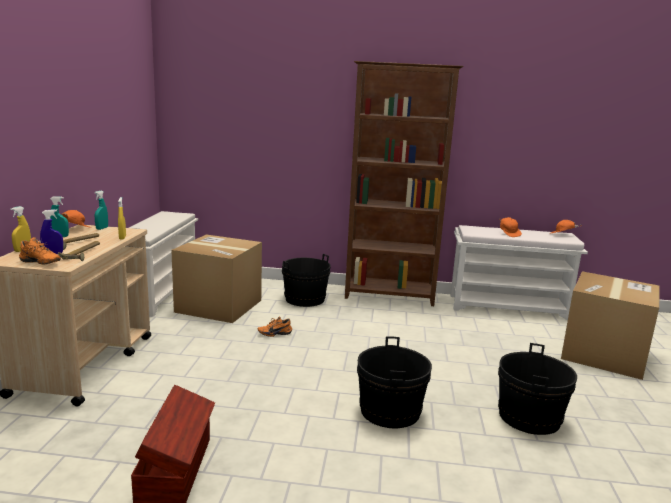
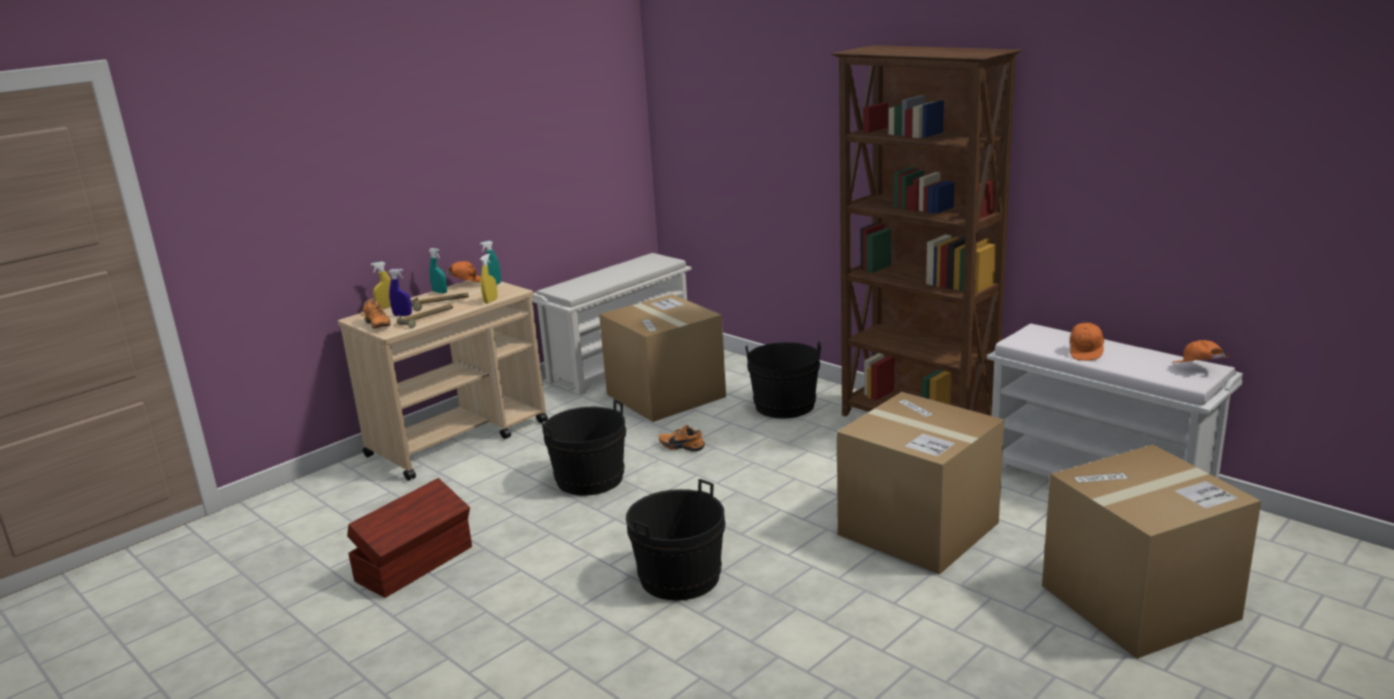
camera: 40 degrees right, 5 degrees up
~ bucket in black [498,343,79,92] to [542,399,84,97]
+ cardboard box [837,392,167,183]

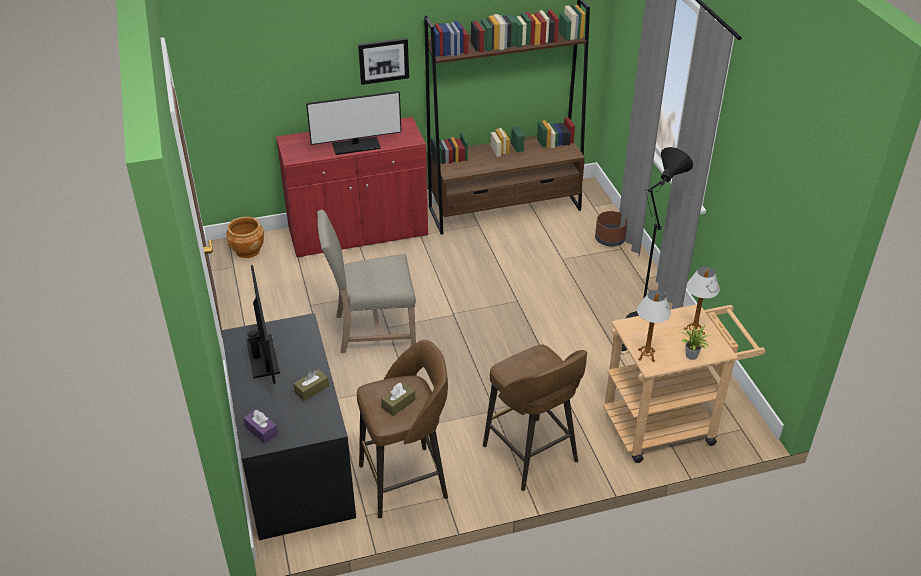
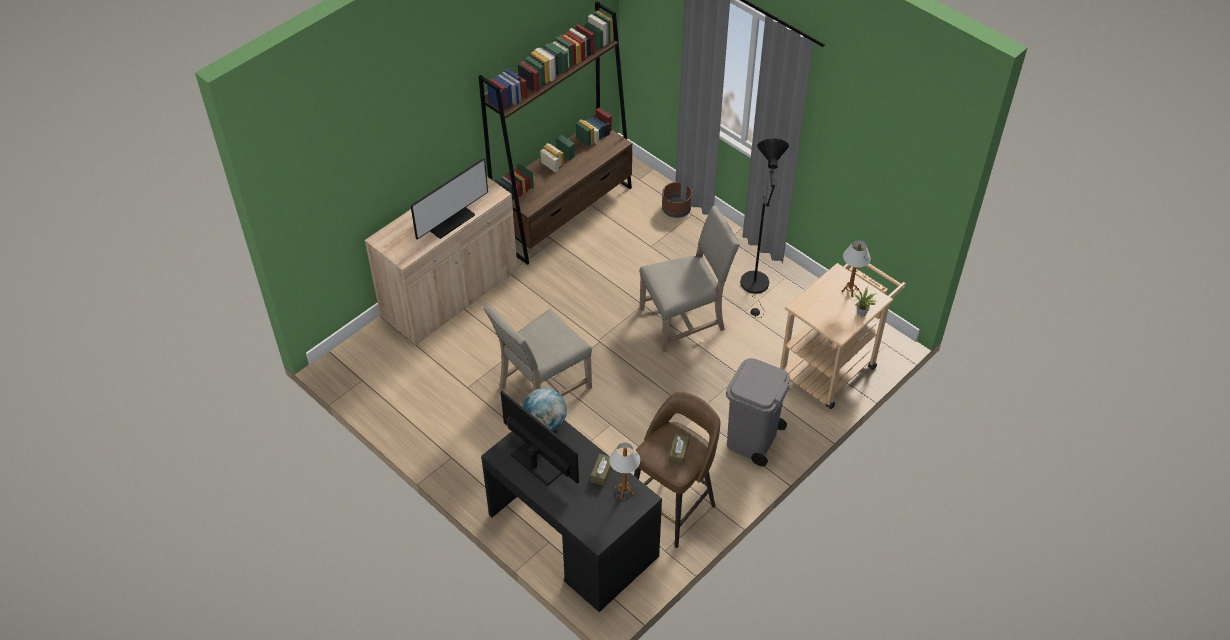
camera: 30 degrees left, 10 degrees up
~ cabinet in red [276,117,152,141] to cabinet in beige [365,177,153,168]
+ globe [523,388,44,43]
~ table lamp [637,290,34,72] to [609,443,31,56]
+ chair in beige [639,206,101,147]
~ stool in brown [483,344,104,147] to trash can in grey [726,358,64,108]
- planter in brown [226,217,38,41]
- tissue box in purple [243,409,35,35]
- picture [358,38,51,47]

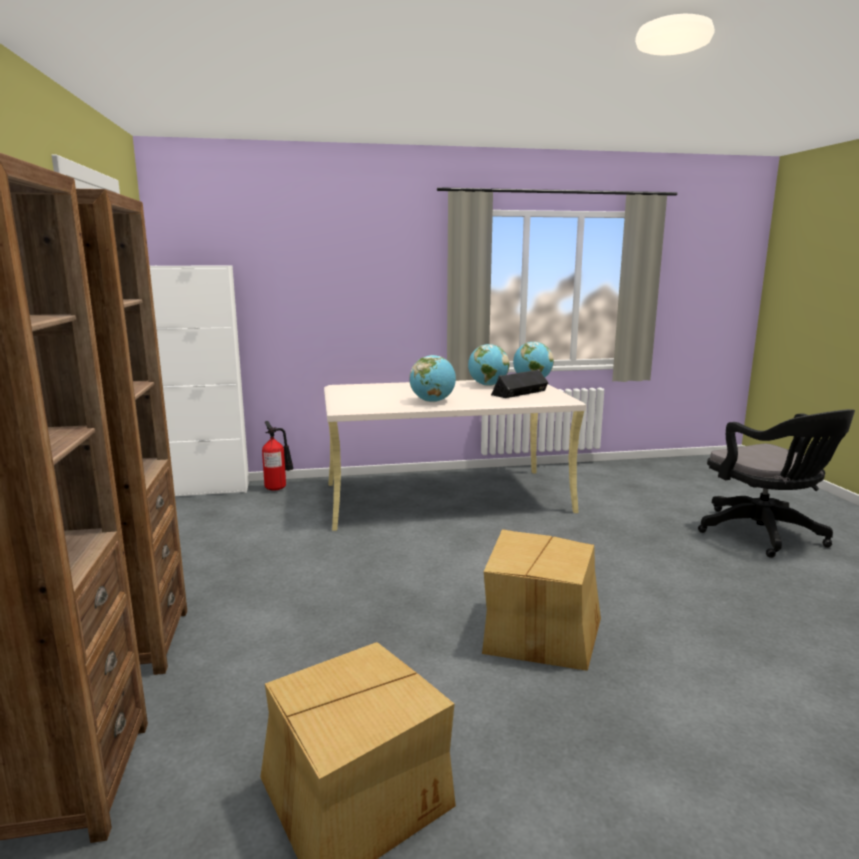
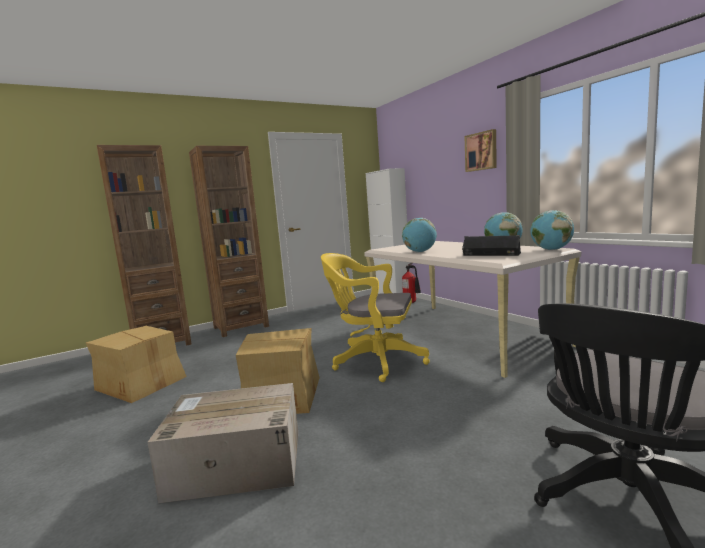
camera: 70 degrees right, 5 degrees down
+ cardboard box [147,383,151,120]
+ office chair in yellow [321,253,109,129]
+ picture [464,129,33,43]

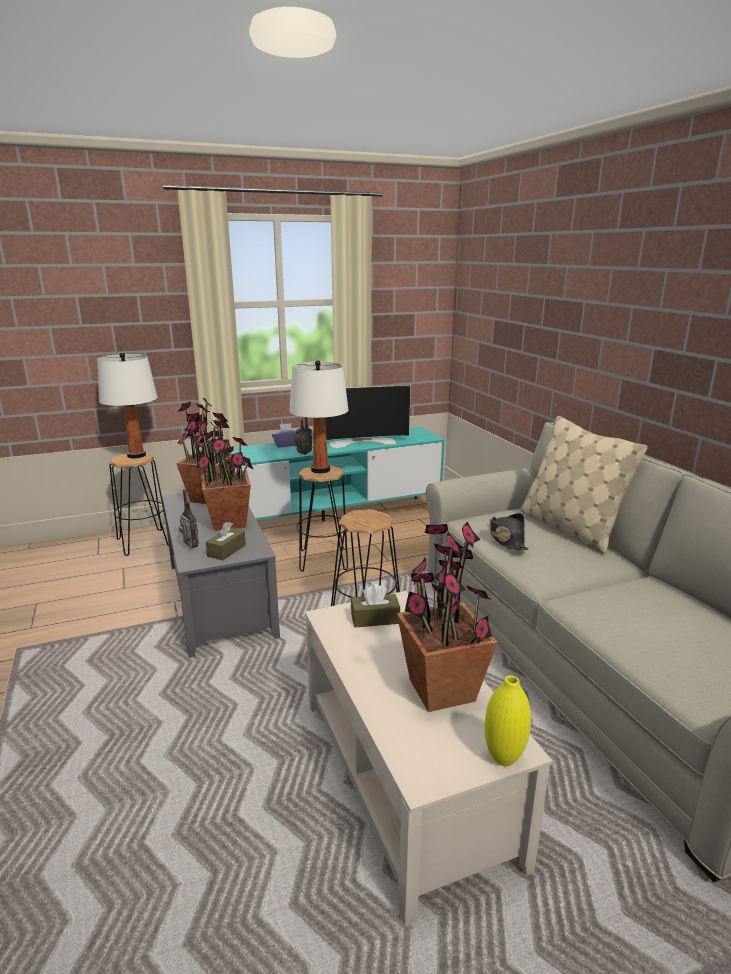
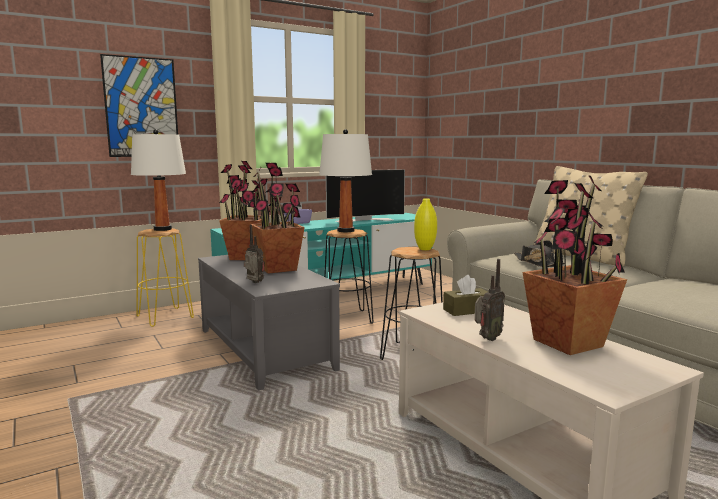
camera: 10 degrees left, 10 degrees down
+ picture [100,54,78,103]
~ stool in black [109,453,60,103] to stool in yellow [137,228,57,99]
~ vase in yellow [485,675,46,91] to [414,198,23,52]
~ radio [294,417,19,38] to [474,259,31,82]
- tissue box in brown [206,522,40,38]

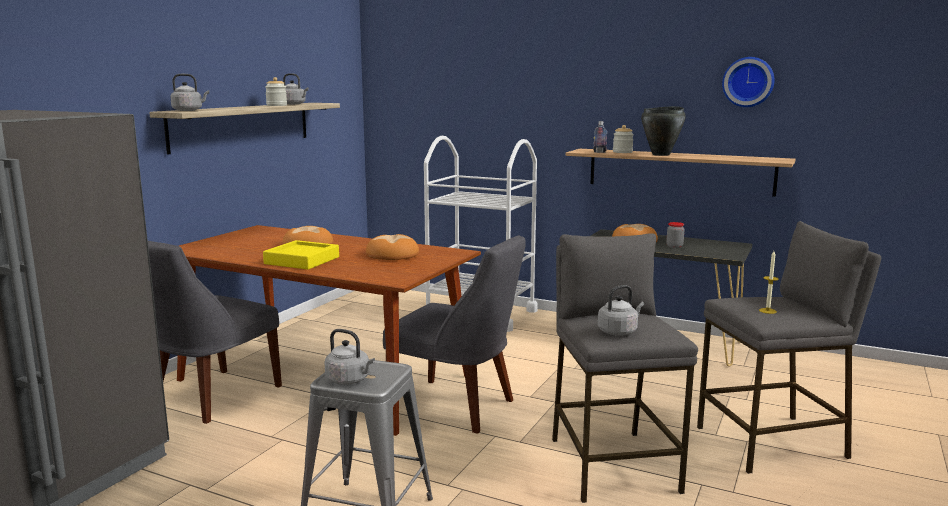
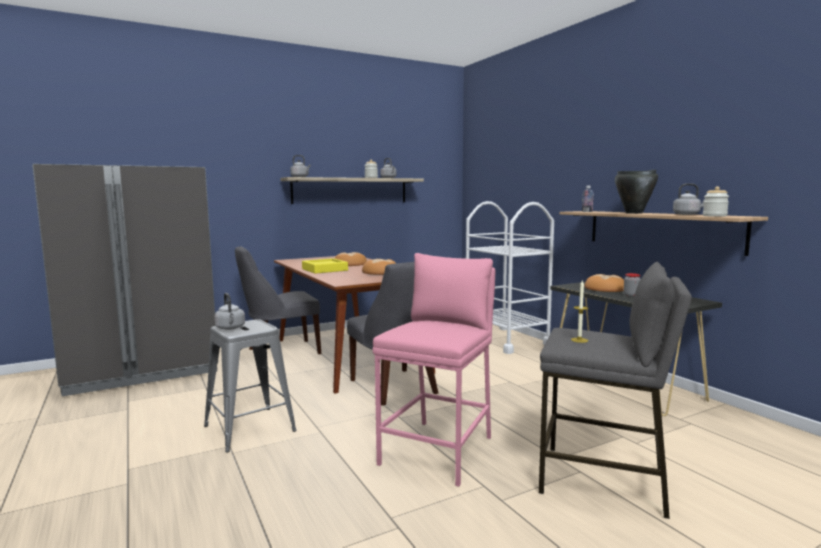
camera: 35 degrees right, 5 degrees down
~ stool in grey [552,233,146,270] to stool in pink [373,253,122,234]
~ kettle in grey [598,285,46,50] to [673,183,32,32]
~ jar [613,125,21,28] to [703,186,26,31]
- wall clock [722,57,52,50]

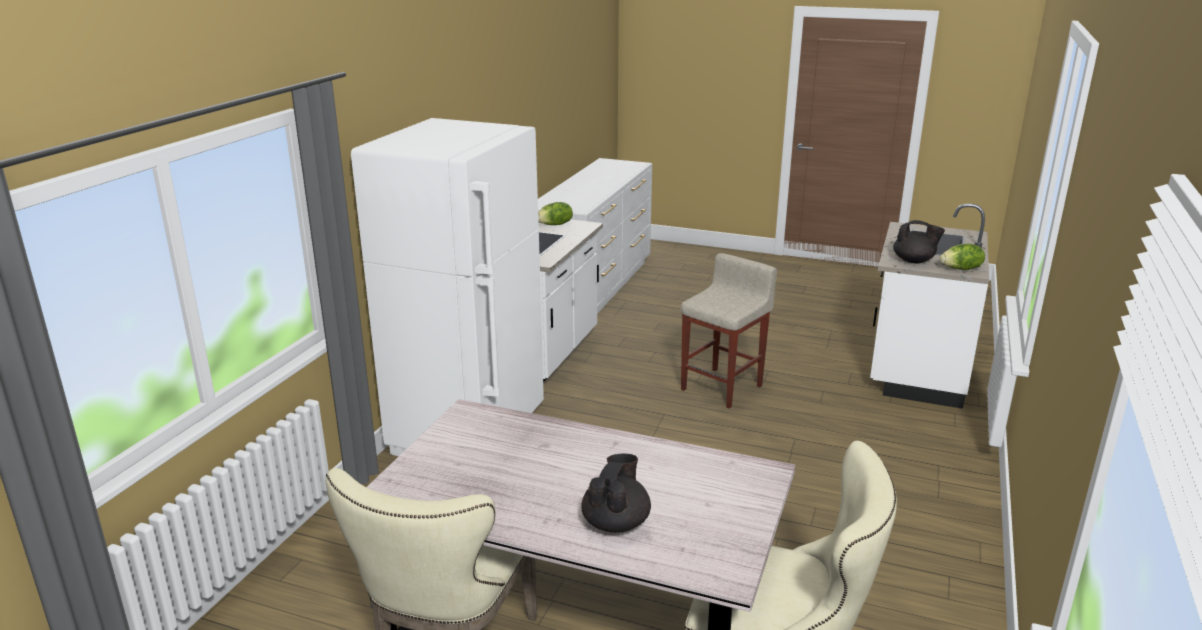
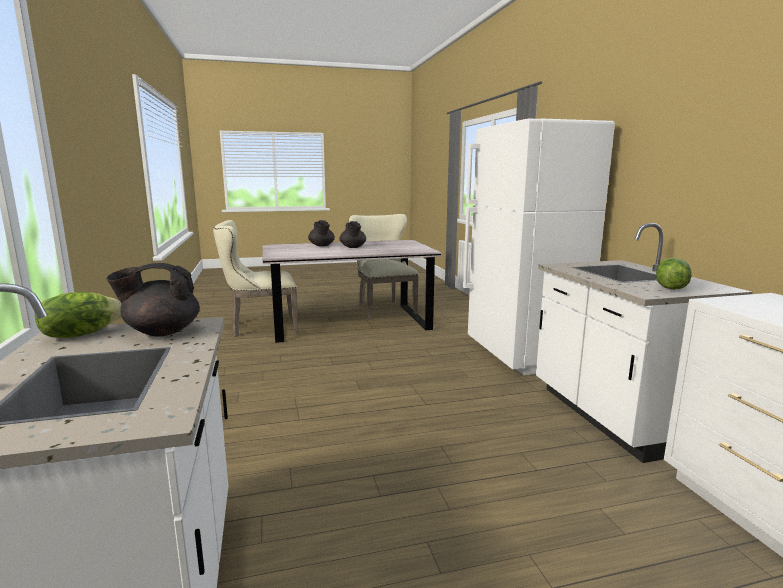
camera: 145 degrees right, 10 degrees down
+ teapot in black [339,221,27,27]
- stool in beige [681,253,96,155]

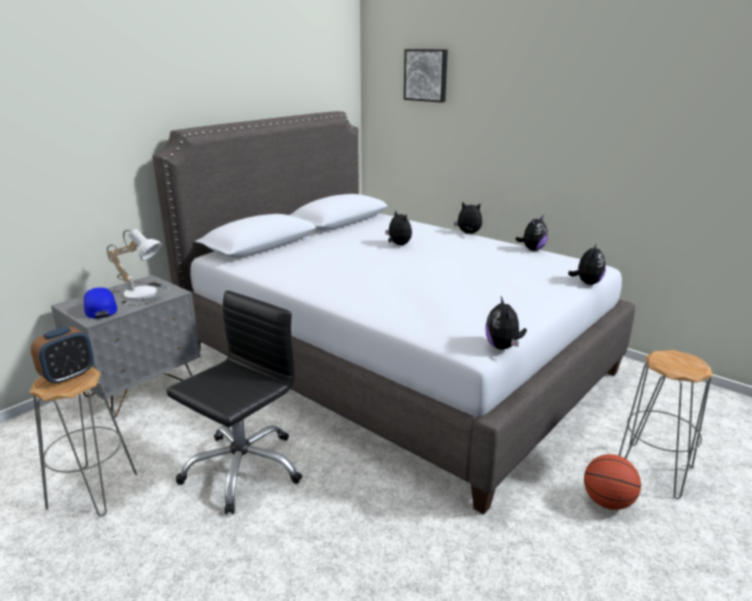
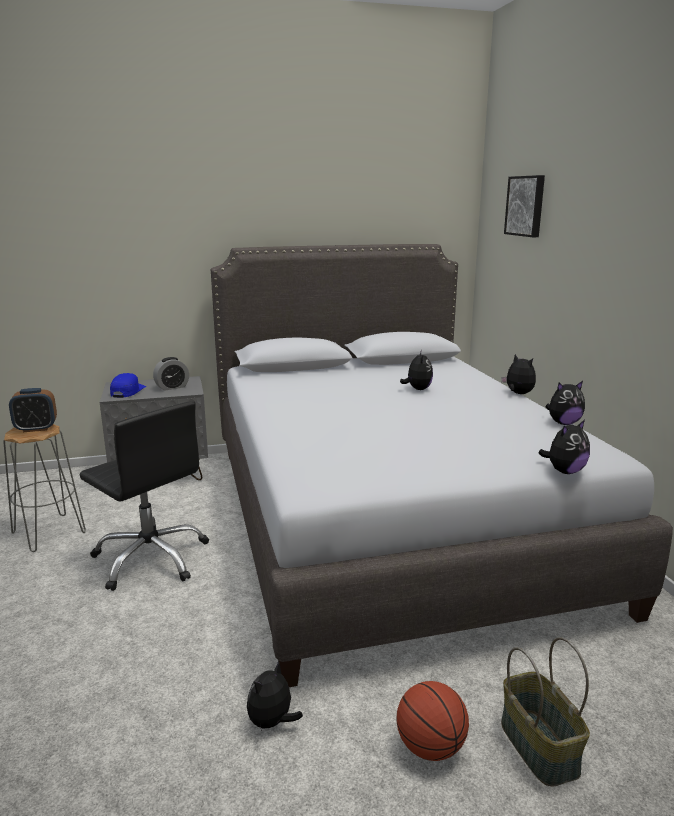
camera: 35 degrees right, 5 degrees down
~ office chair in black [166,290,136,224] = [80,401,129,190] 60 degrees clockwise
~ table lamp [107,229,63,76] to alarm clock [153,357,36,34]
~ plush toy [485,296,42,54] to [247,660,56,71]
~ stool in grey [618,350,95,149] to basket [501,637,89,150]

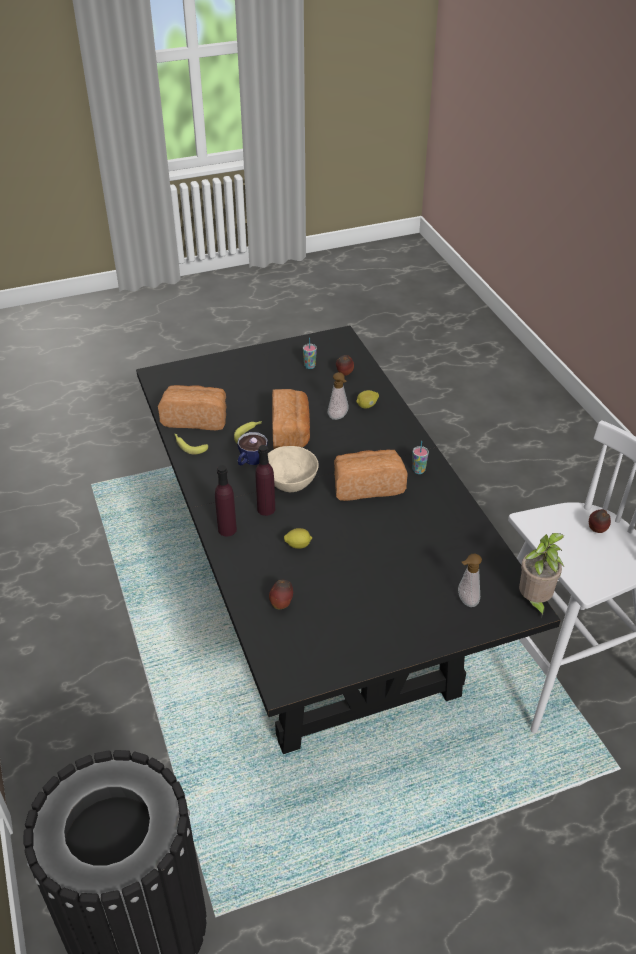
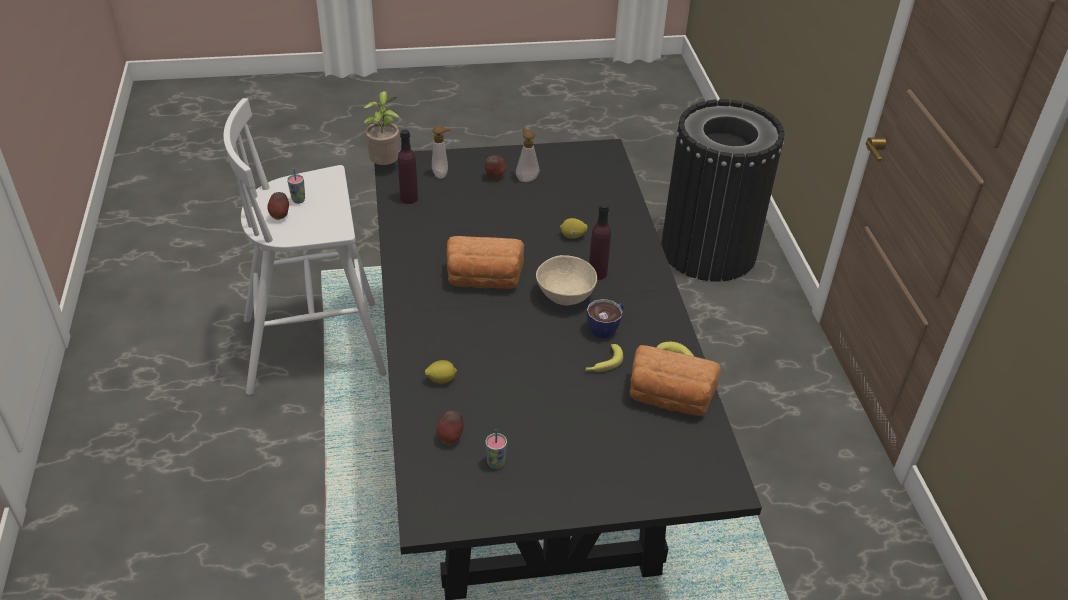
camera: 170 degrees left, 0 degrees up
~ cup [412,441,17,33] to [287,168,18,36]
~ bottle in purple [215,465,22,72] to [398,129,20,75]
~ apple [269,580,24,29] to [485,155,21,23]
~ soap dispenser [328,372,21,48] to [516,128,23,54]
- bread [272,389,38,60]

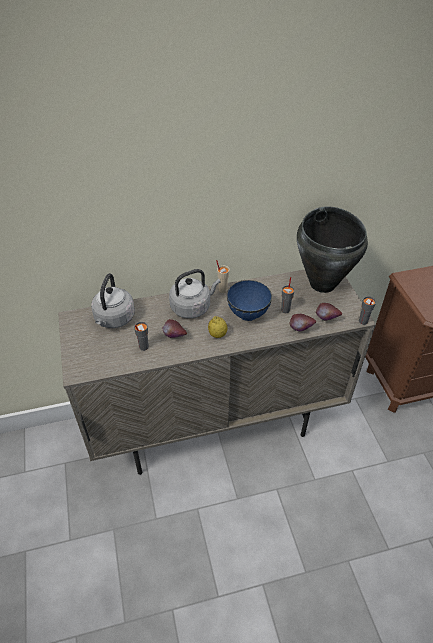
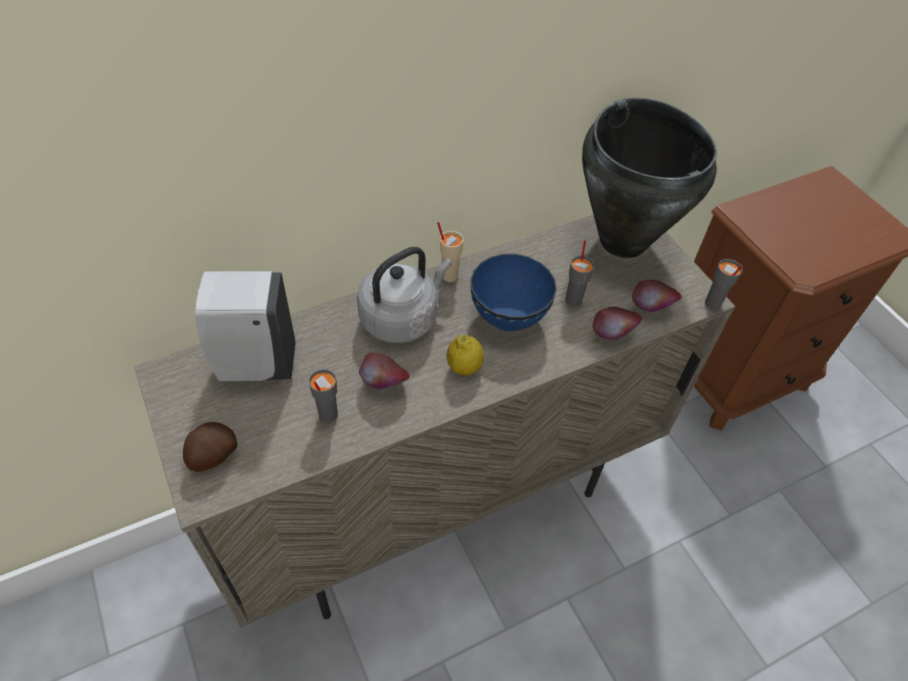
camera: 15 degrees left, 5 degrees up
+ potato [183,422,54,50]
~ kettle in grey [91,273,44,55] to soap dispenser in white [195,271,100,110]

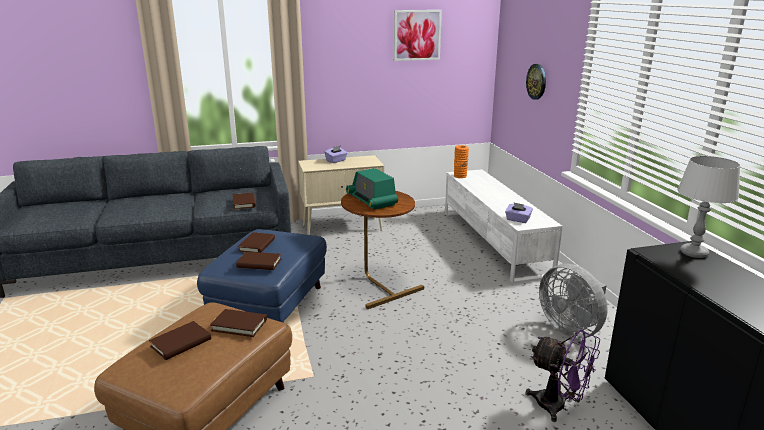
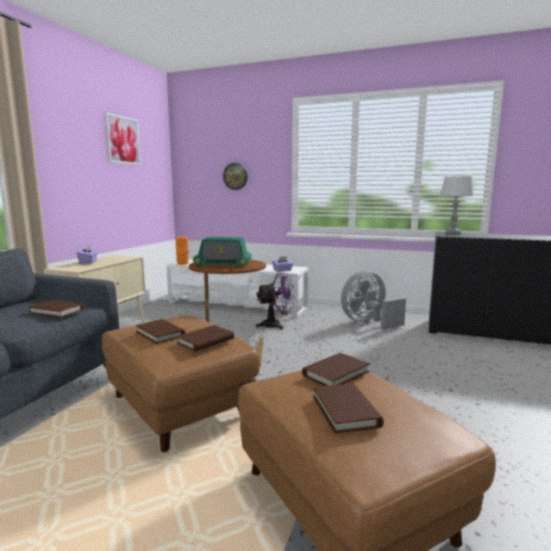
camera: 55 degrees left, 10 degrees down
~ ottoman in blue [197,229,130,93] to ottoman in brown [102,315,158,137]
~ fan in purple [525,329,75,93] to [256,273,39,56]
~ fan in grey [539,264,69,75] = [341,271,65,59] 150 degrees clockwise

